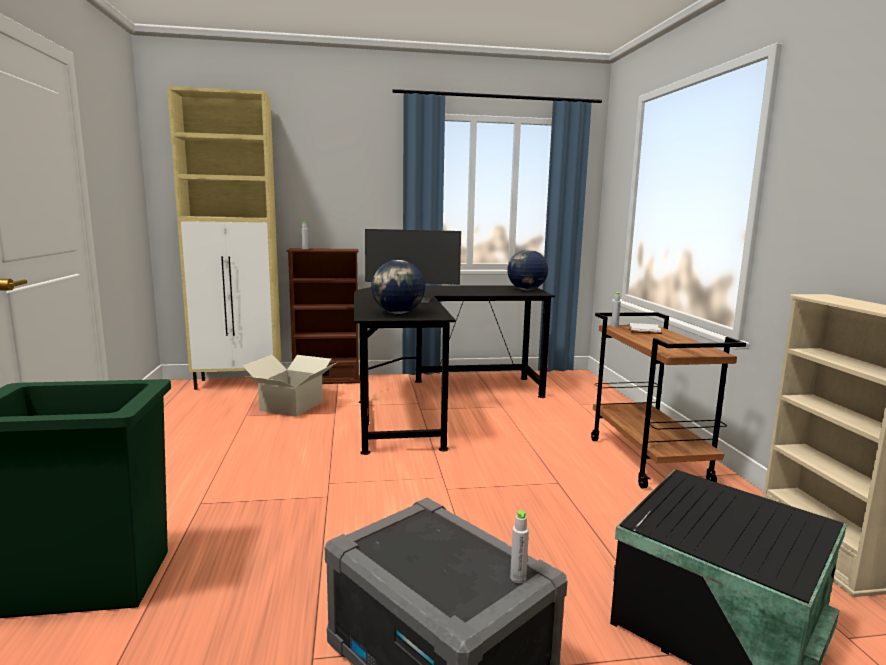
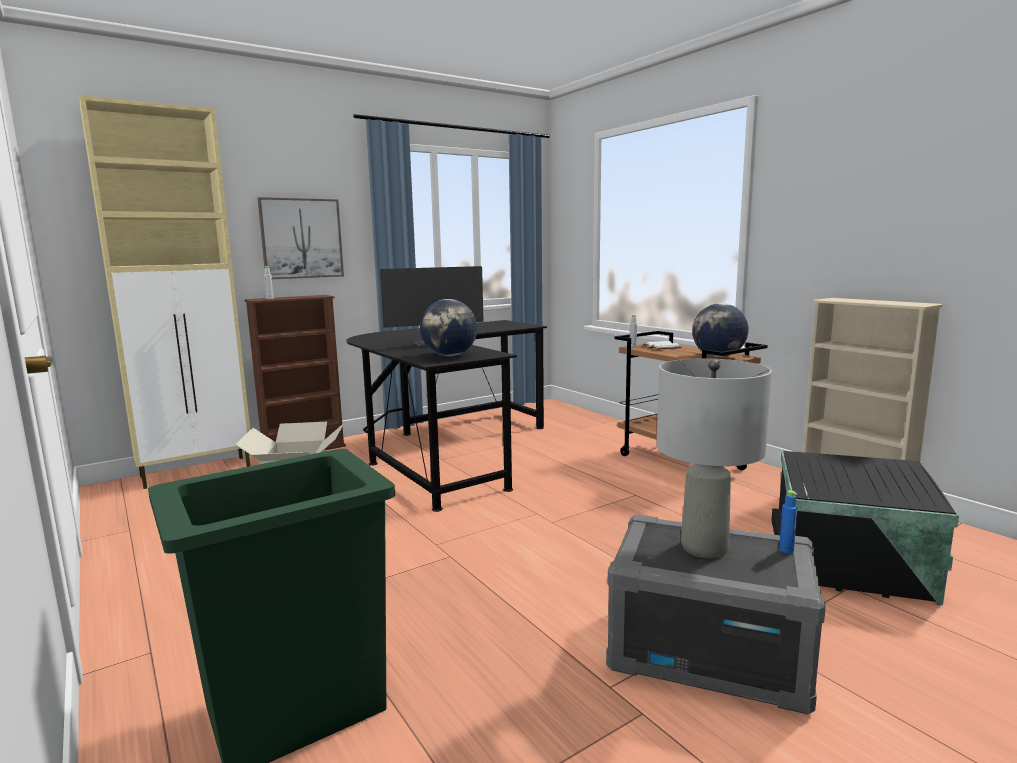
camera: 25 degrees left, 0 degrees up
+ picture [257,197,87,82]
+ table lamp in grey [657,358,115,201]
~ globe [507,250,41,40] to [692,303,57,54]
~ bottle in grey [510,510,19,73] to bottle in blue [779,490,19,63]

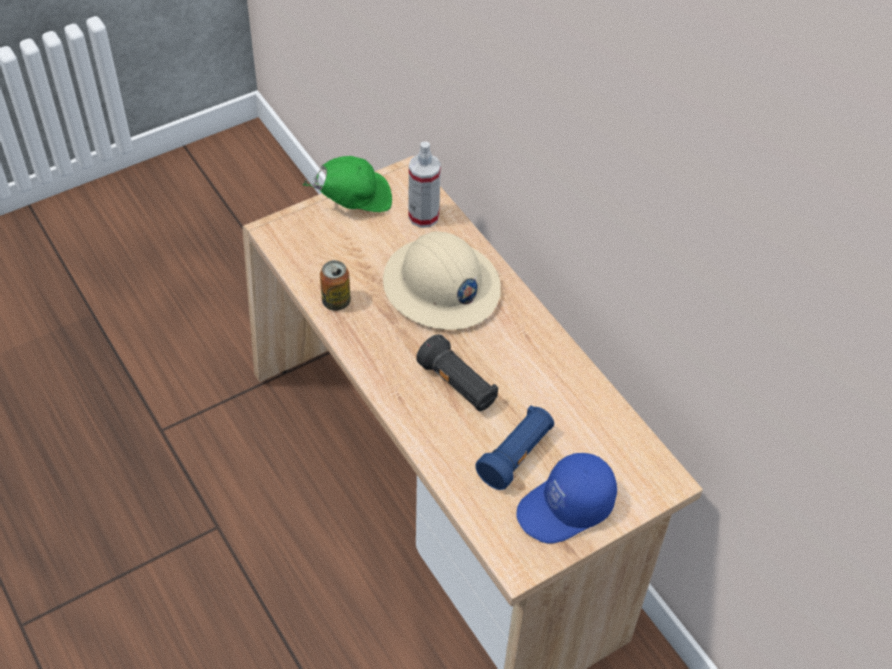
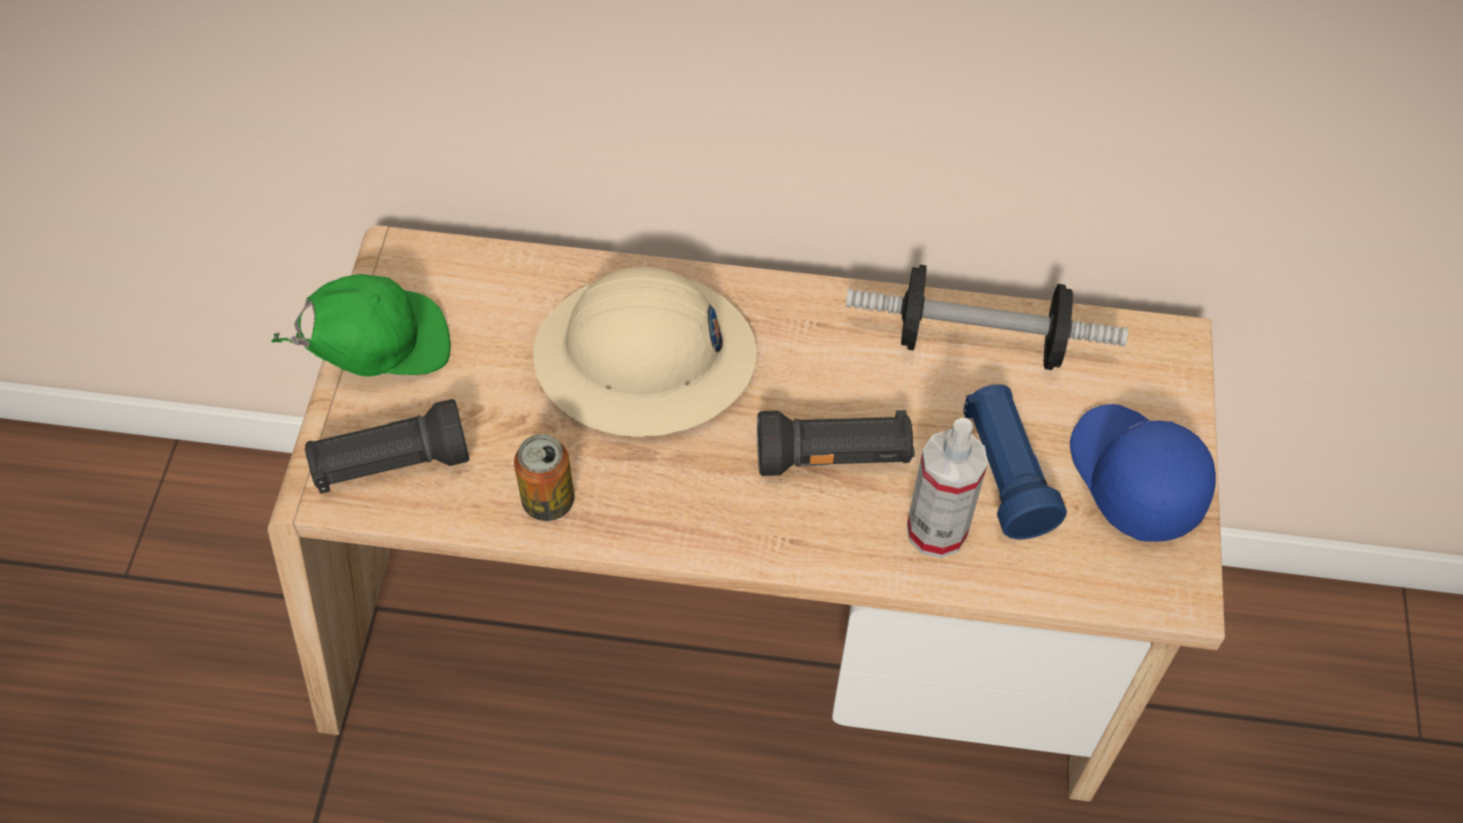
camera: 50 degrees left, 5 degrees up
~ cap in green [303,156,89,56] = [271,274,180,103] 45 degrees clockwise
+ flashlight in black [305,399,164,95]
+ dumbbell [846,265,282,105]
~ spray bottle [408,142,33,86] to [907,418,81,140]
~ cap in blue [516,453,101,91] = [1070,404,146,138] 150 degrees clockwise

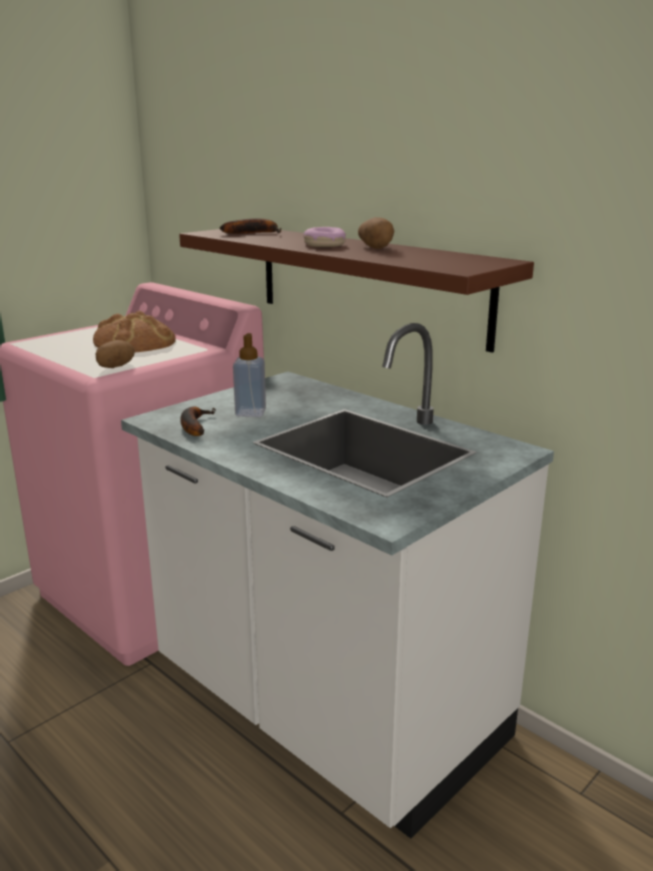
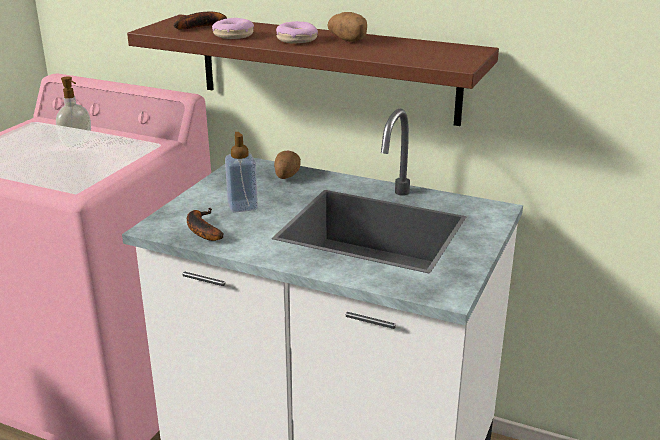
camera: 20 degrees left, 5 degrees up
~ bread [93,311,83,42] to soap dispenser [56,76,35,72]
+ donut [212,18,42,21]
~ potato [96,340,39,28] to [274,151,27,28]

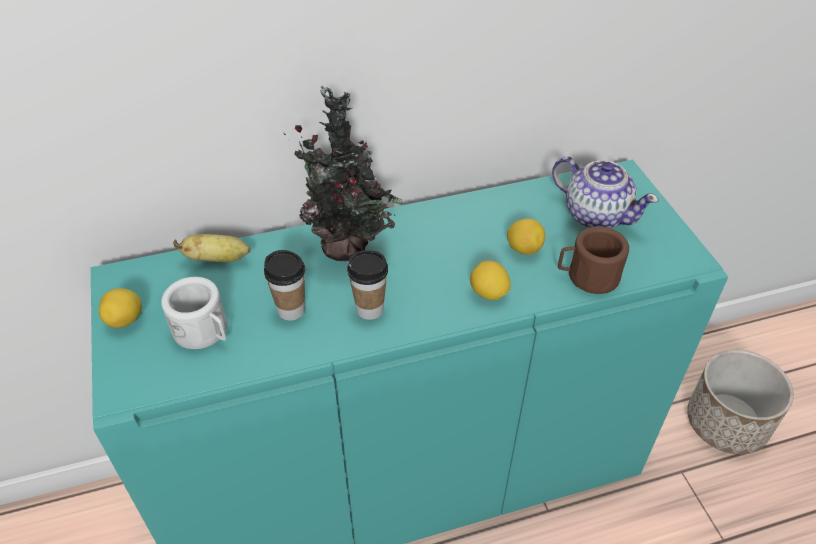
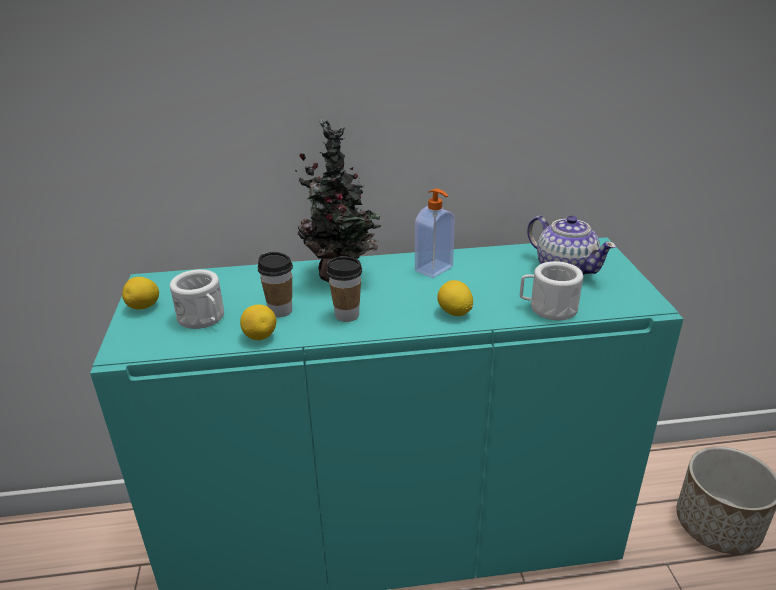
camera: 10 degrees right, 15 degrees down
~ lemon [507,218,38,37] to [240,305,36,35]
+ soap dispenser [415,189,40,89]
~ mug in brown [558,226,71,68] to mug in white [520,261,63,59]
- banana [173,234,78,28]

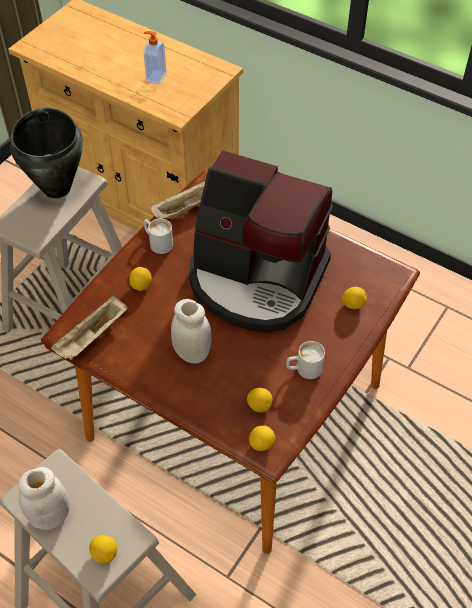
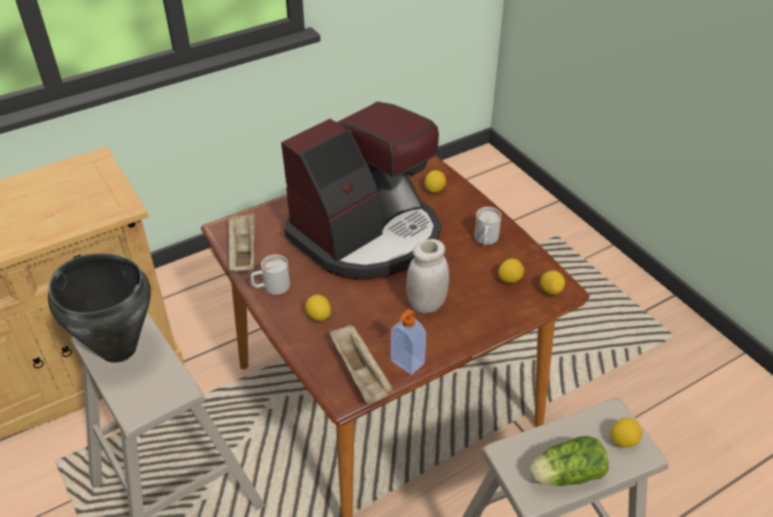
camera: 65 degrees left, 10 degrees down
~ soap dispenser [144,31,23,53] to [390,309,36,66]
~ jar in white [18,467,52,63] to lettuce [529,436,80,50]

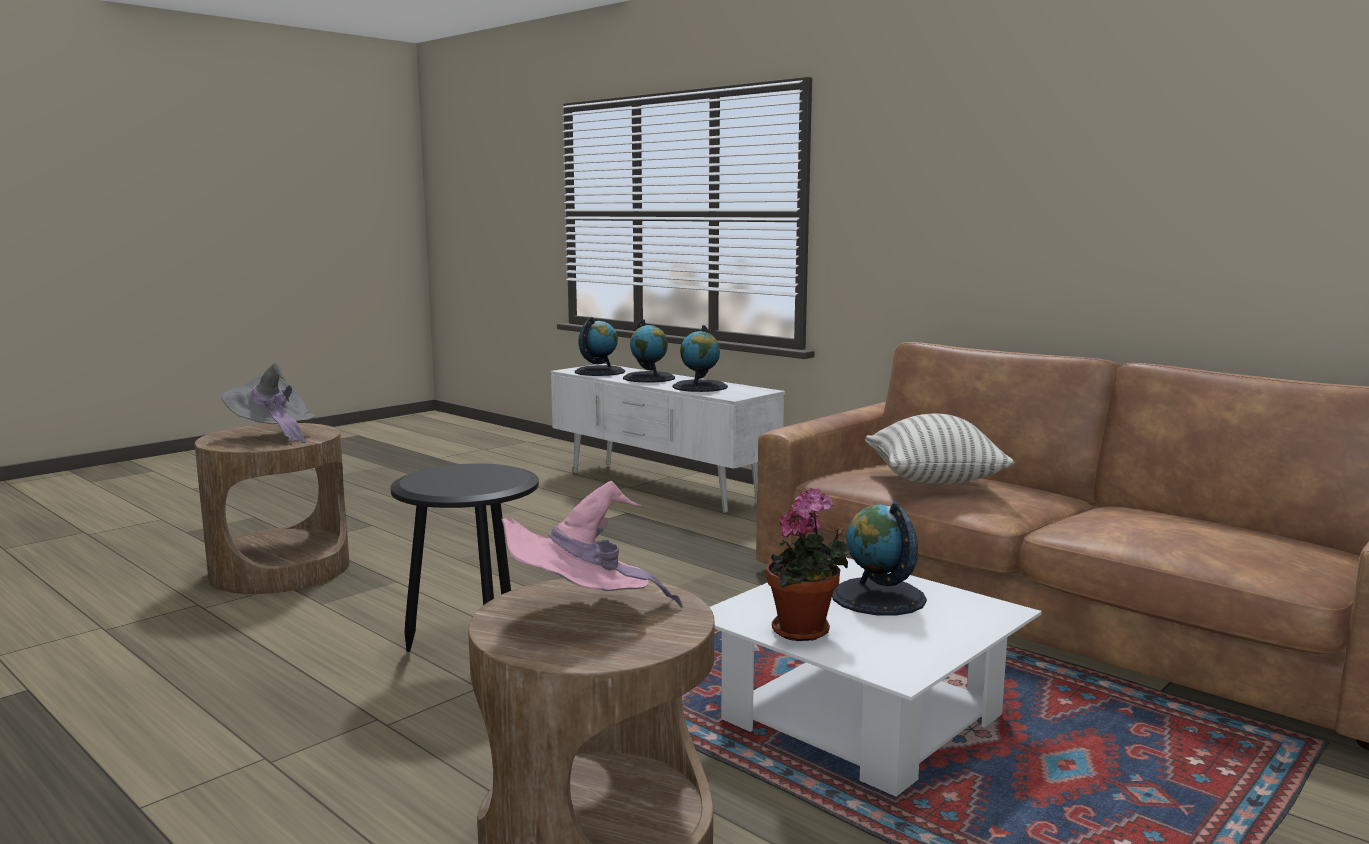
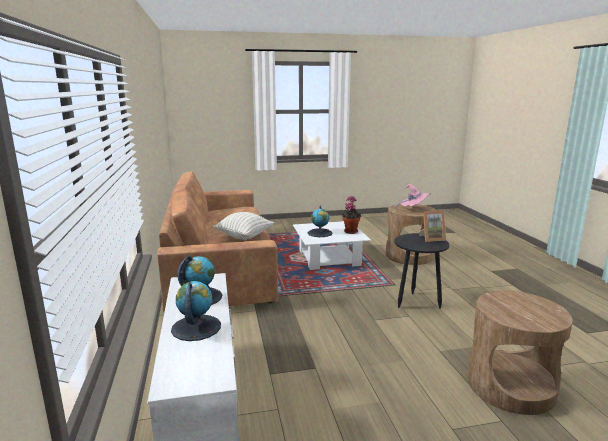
camera: 145 degrees left, 5 degrees up
+ picture frame [419,210,27,32]
- hat in grey [221,363,95,82]
- globe [575,317,50,59]

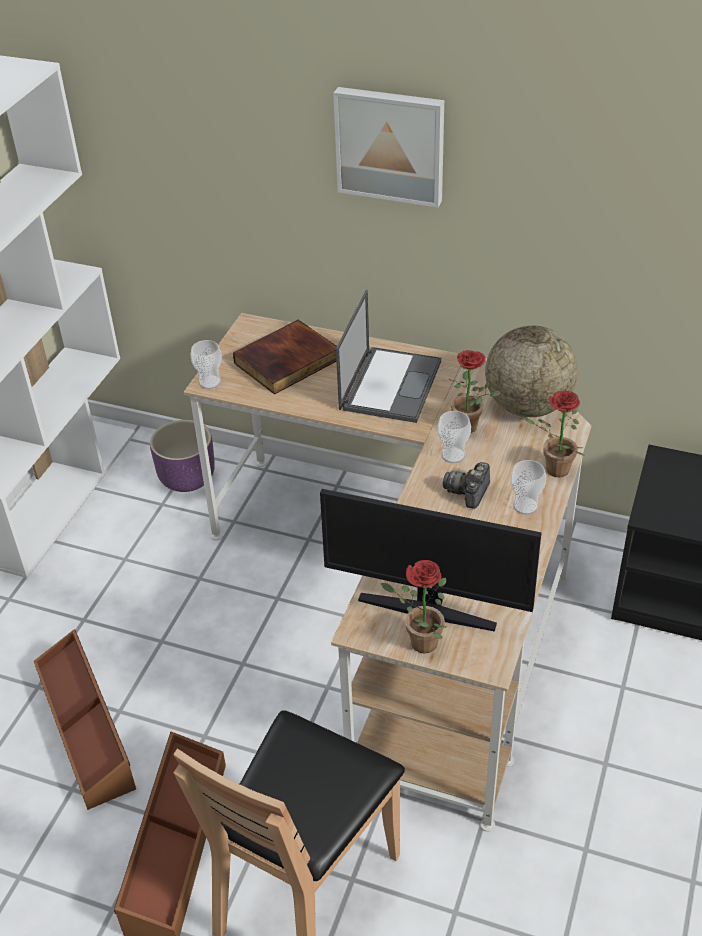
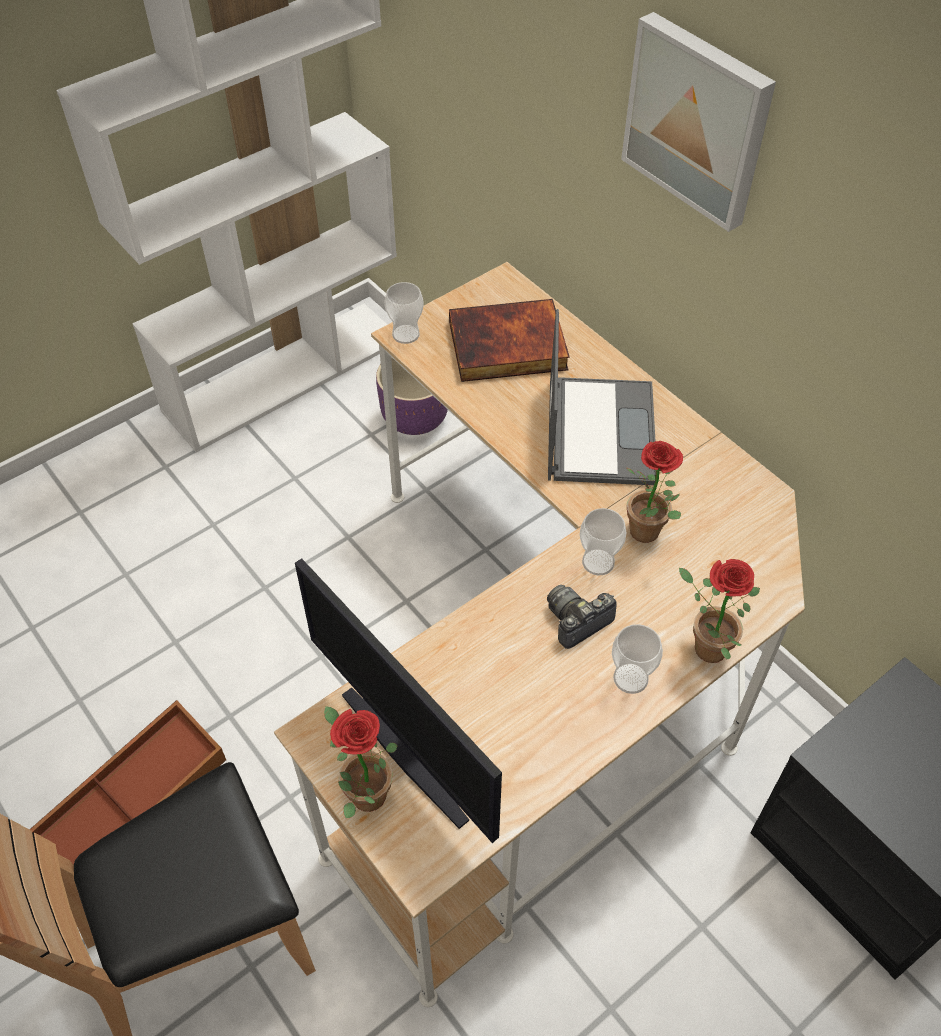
camera: 30 degrees right, 10 degrees up
~ laptop [336,290,105,133] = [548,309,108,176] 45 degrees counterclockwise
- storage box in brown [34,629,102,181]
- globe [485,325,93,92]

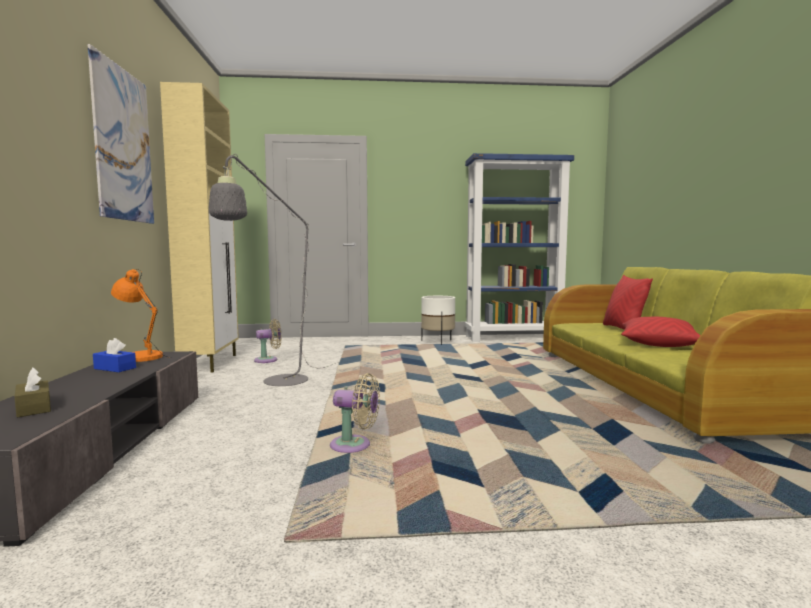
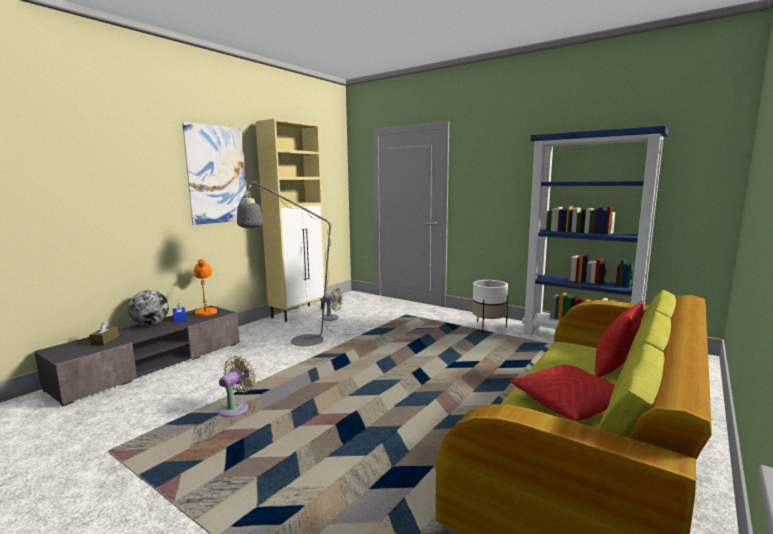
camera: 40 degrees right, 5 degrees up
+ globe [128,290,41,36]
~ fan in beige [330,373,50,80] = [218,356,38,61] 120 degrees counterclockwise

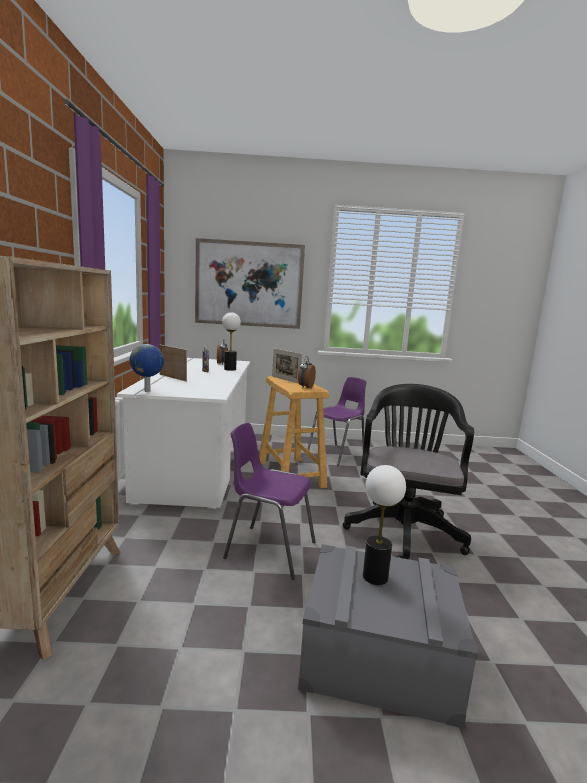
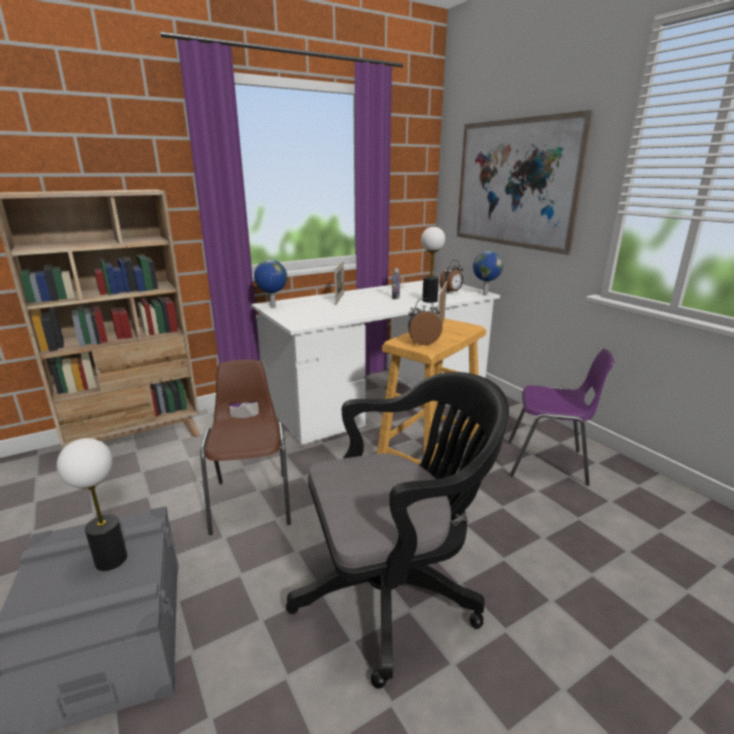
camera: 60 degrees right, 10 degrees up
~ chair in purple [223,423,93,157] to chair in brown [200,360,91,175]
+ globe [473,251,30,44]

